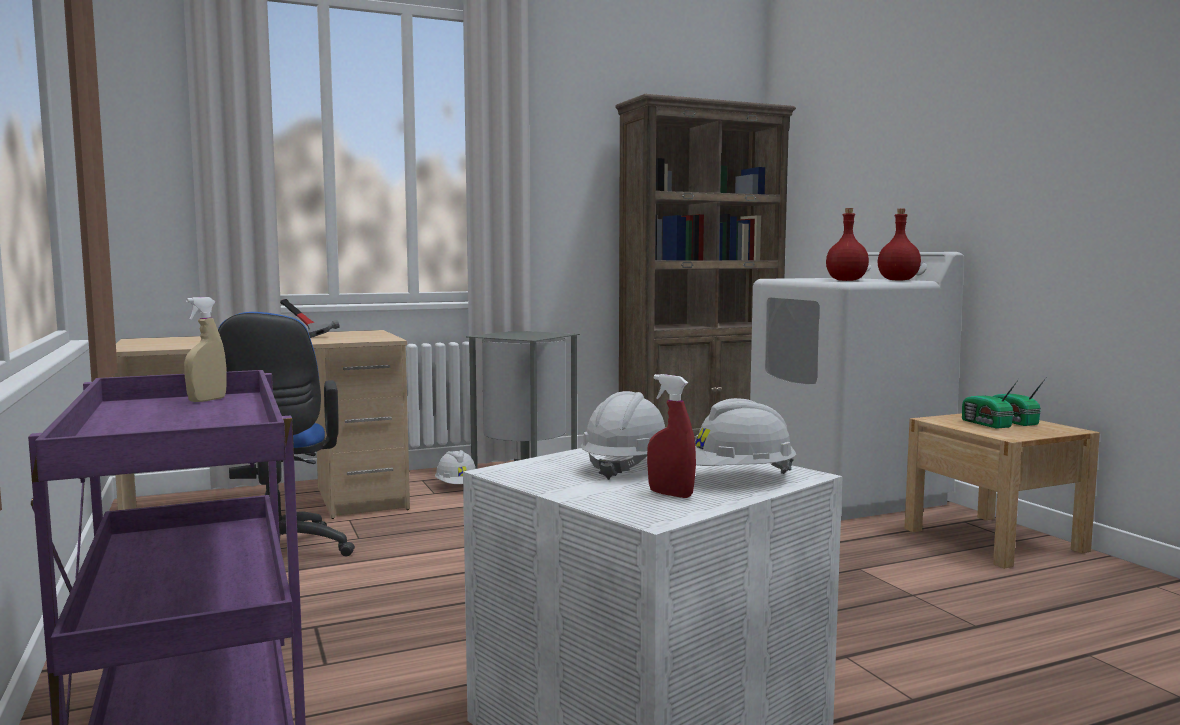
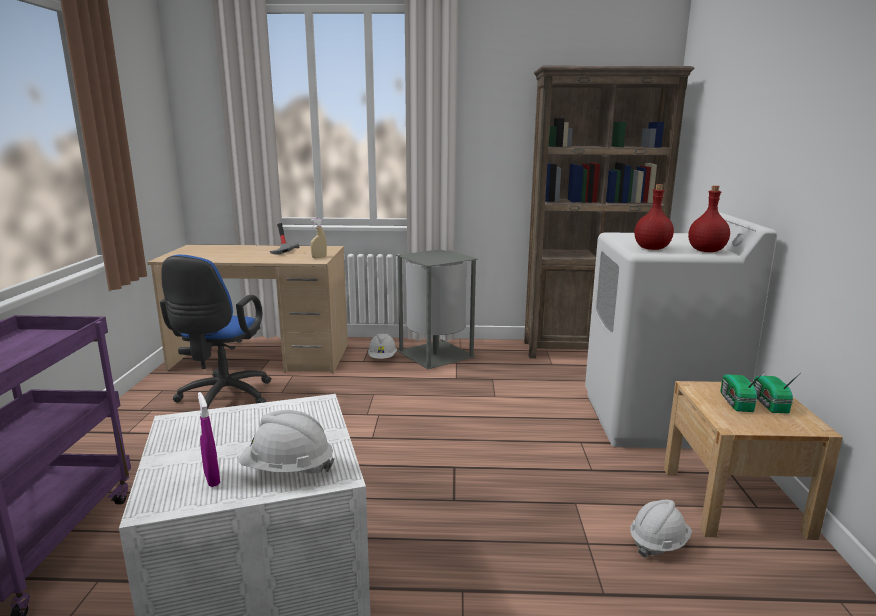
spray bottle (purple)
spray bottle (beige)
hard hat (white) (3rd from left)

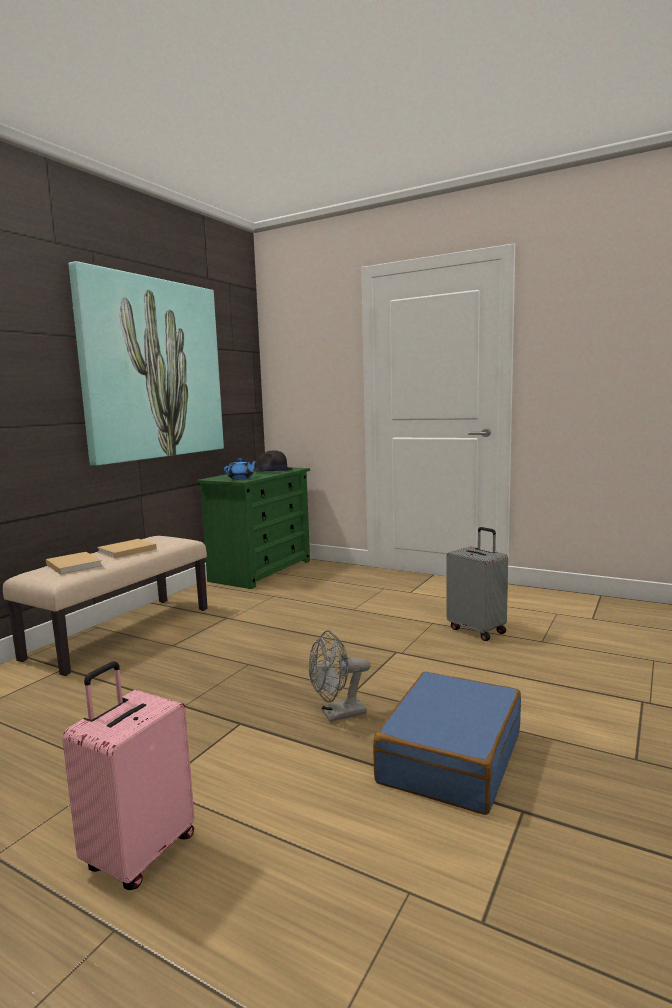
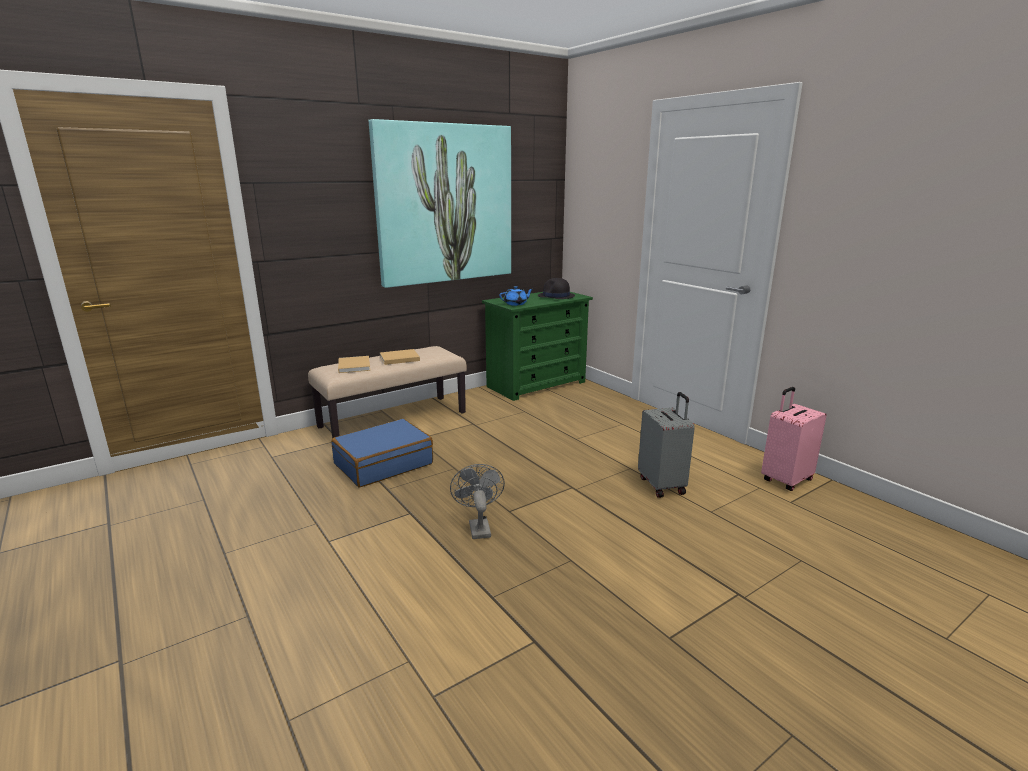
suitcase (blue)
fan (grey)
suitcase (pink)

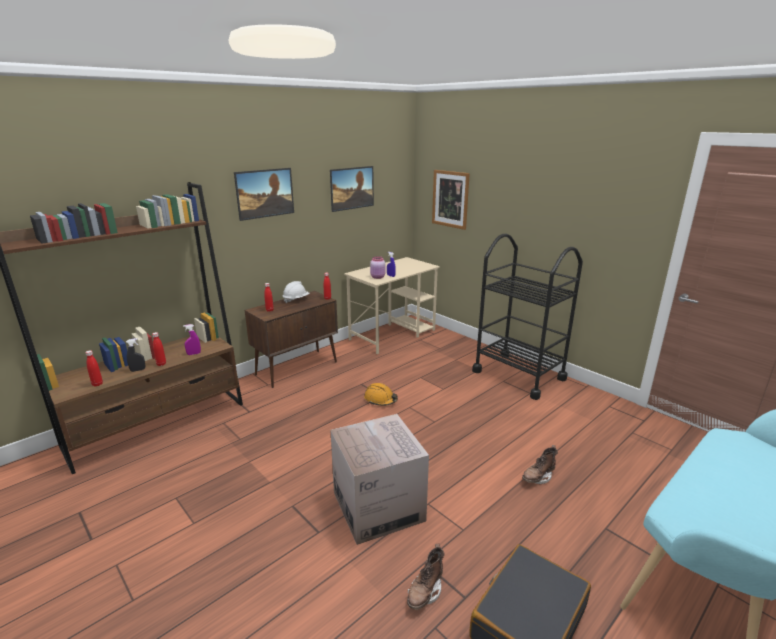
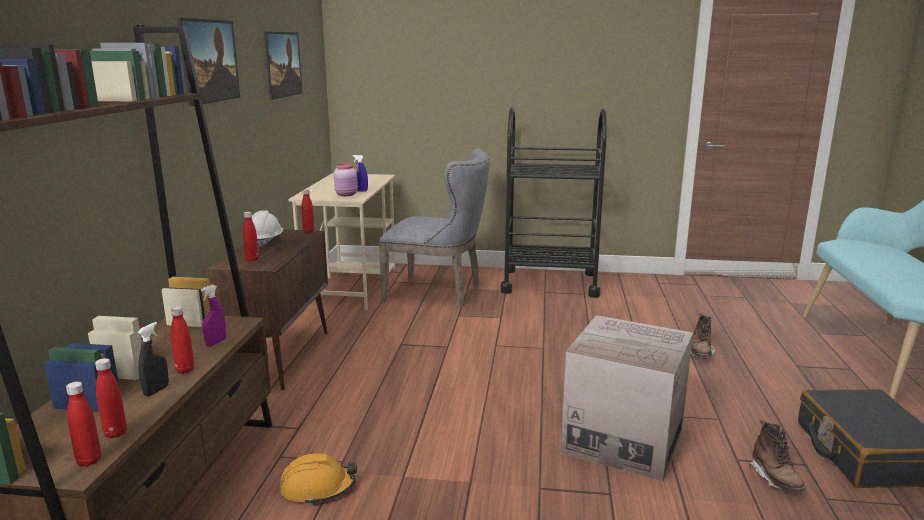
bottle (red) (1st from left)
hard hat (orange)
chair (grey)
picture (3rd from left in the first image)

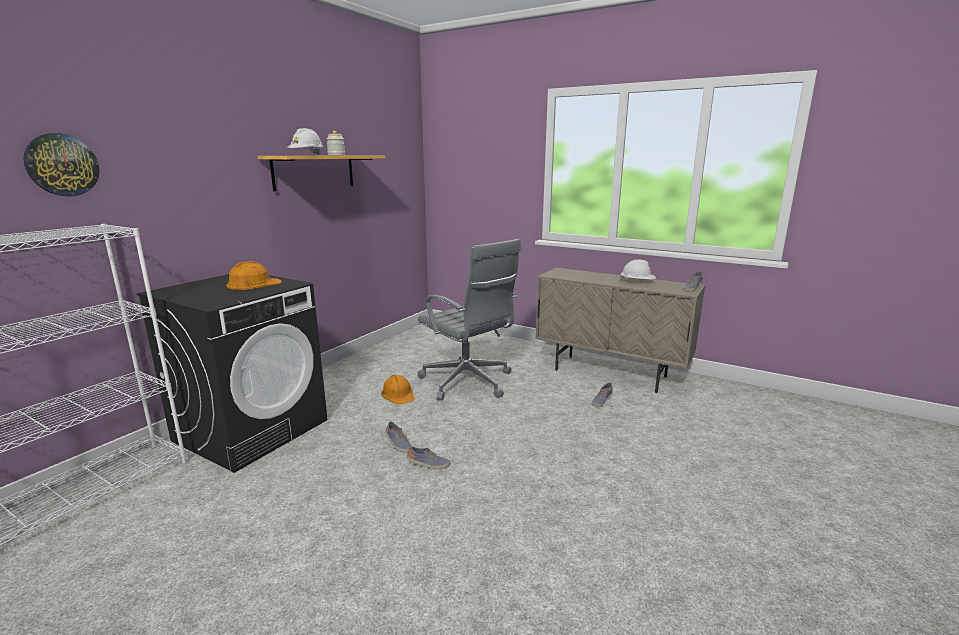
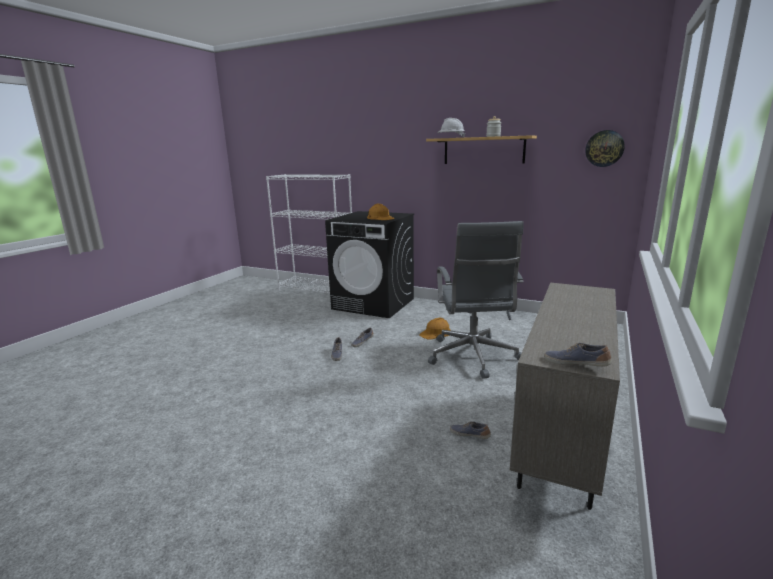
office chair (grey)
wall clock
hard hat (white) (2nd from left in the first image)

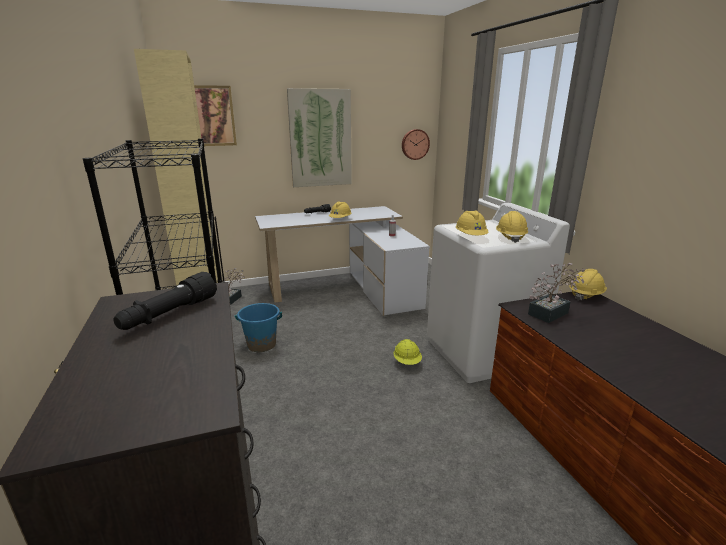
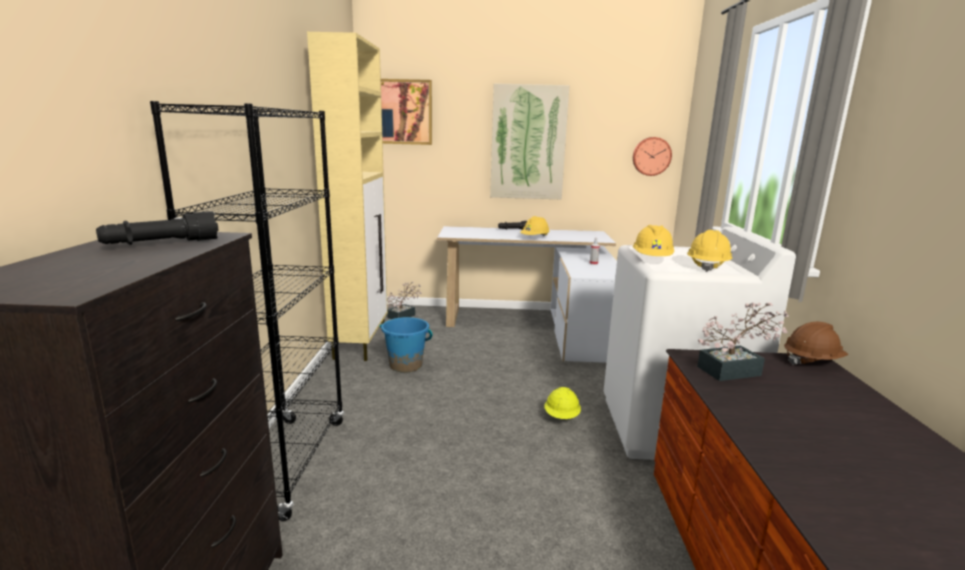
hard hat (brown)

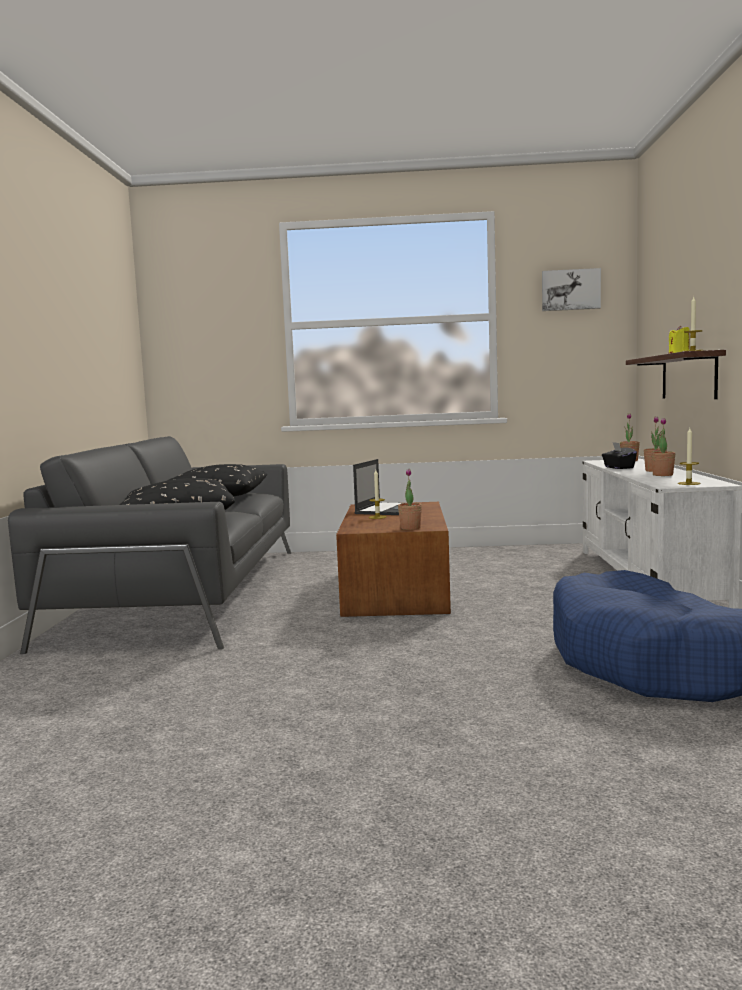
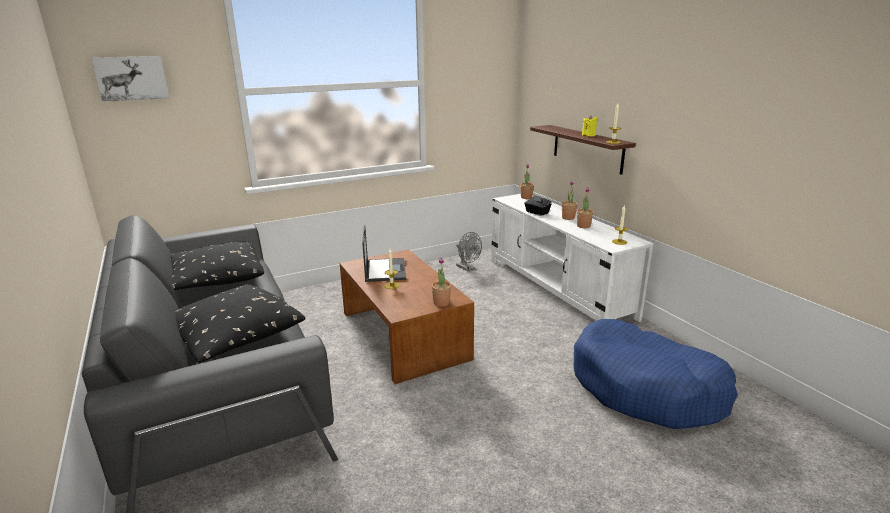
picture
fan (grey)

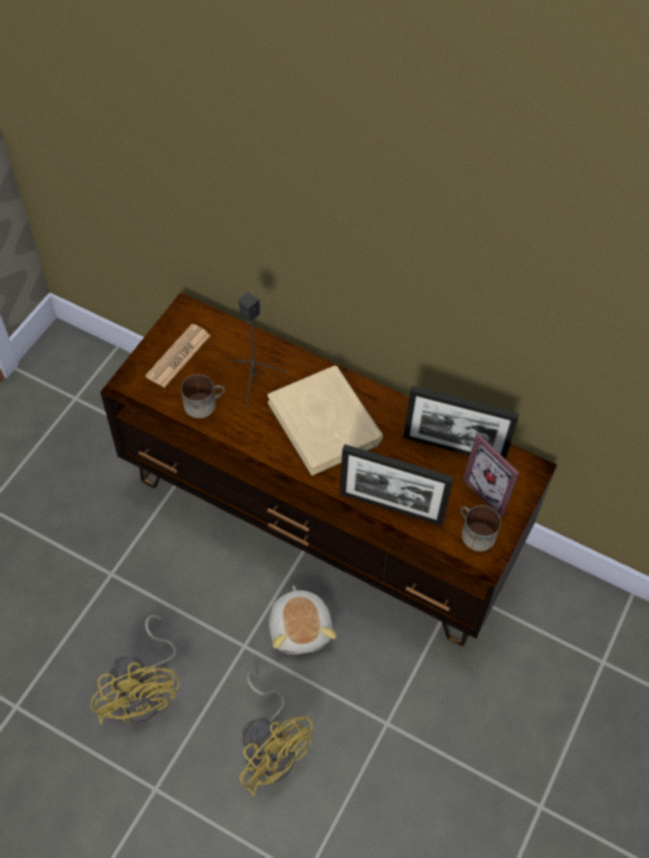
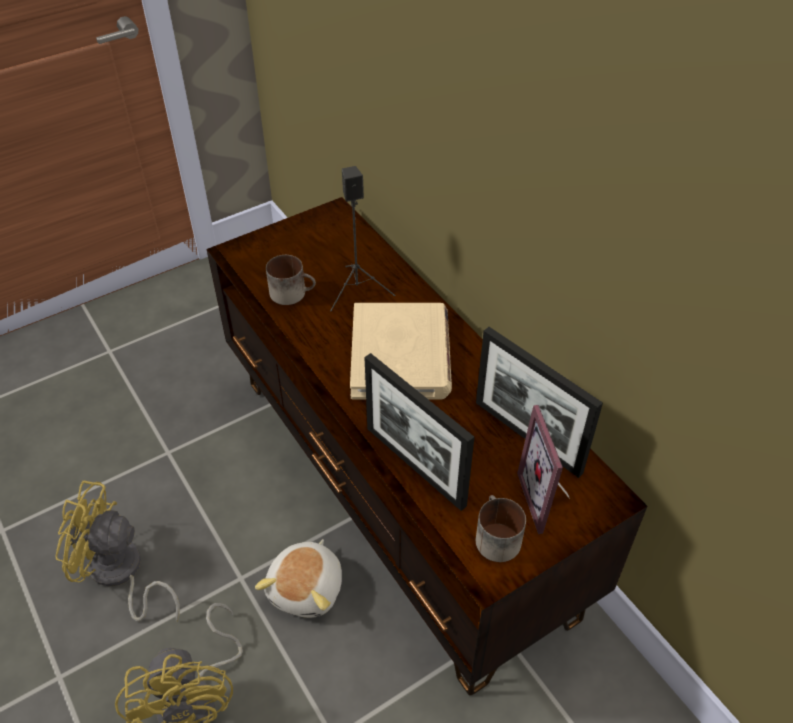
fan (yellow) (1st from left)
newspaper

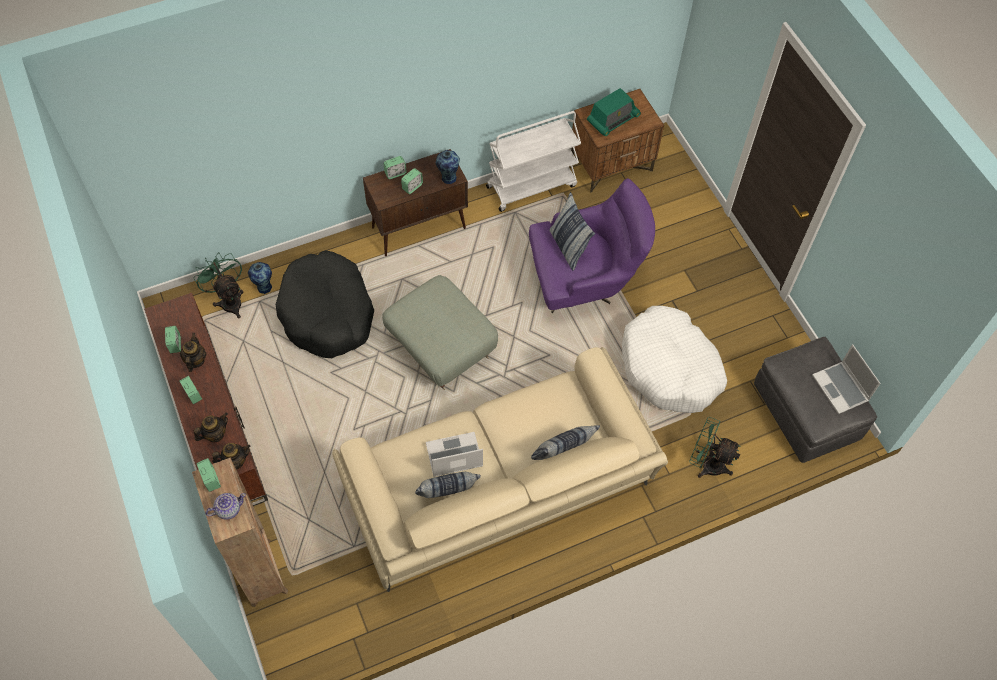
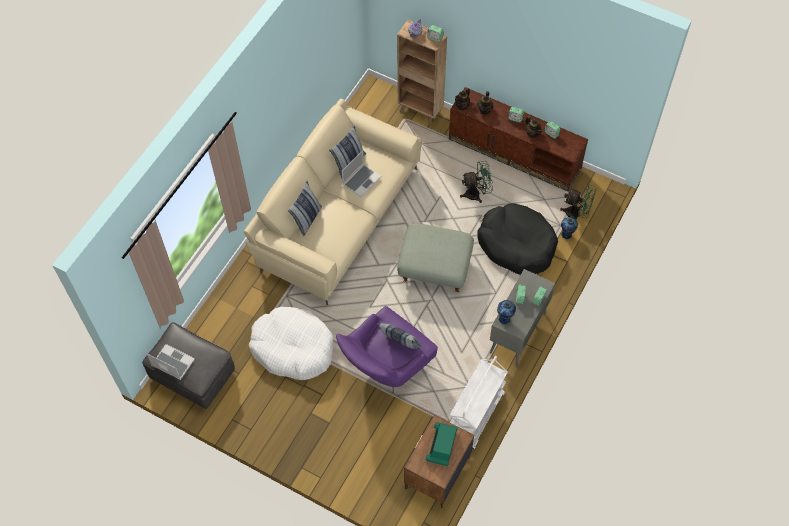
fan (green) (1st from left)
cabinet (grey)

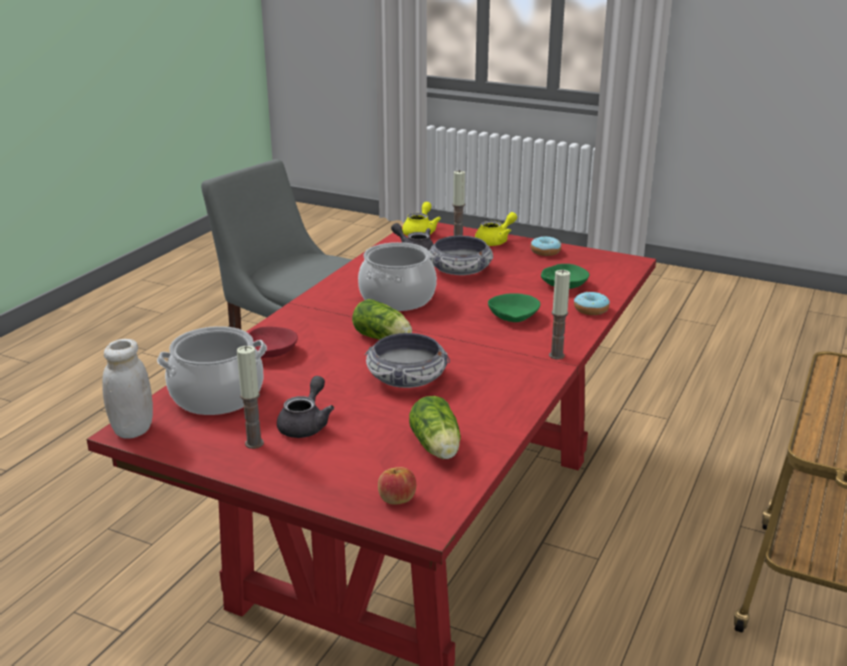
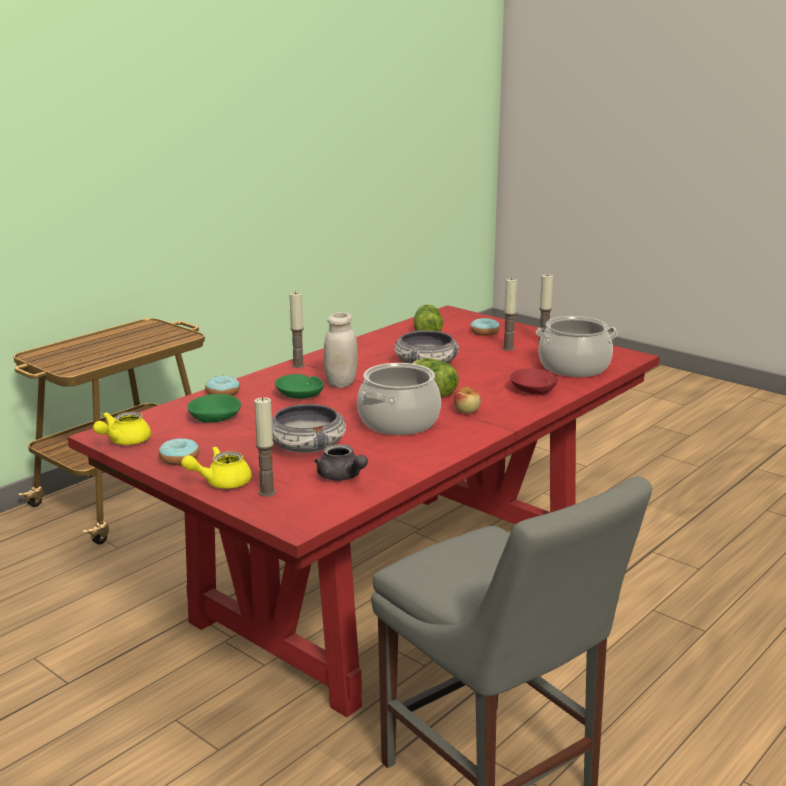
teapot (yellow) (1st from left)
jar (white)
apple
donut (3rd from left)
candle (3rd from left)

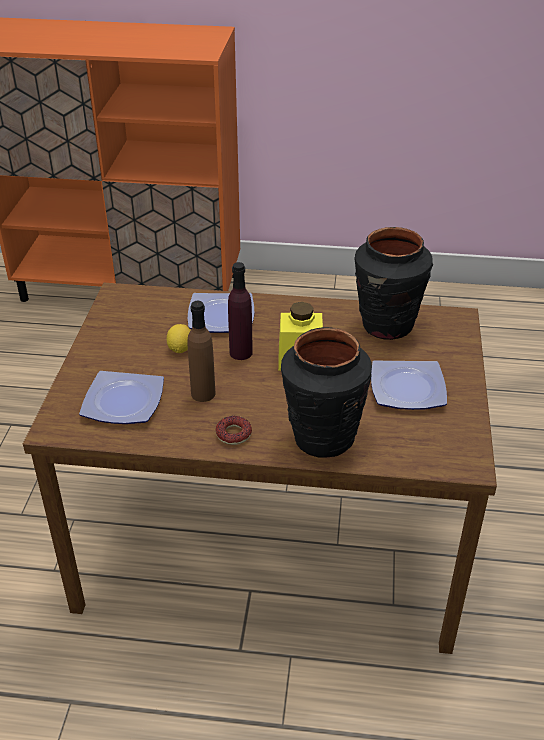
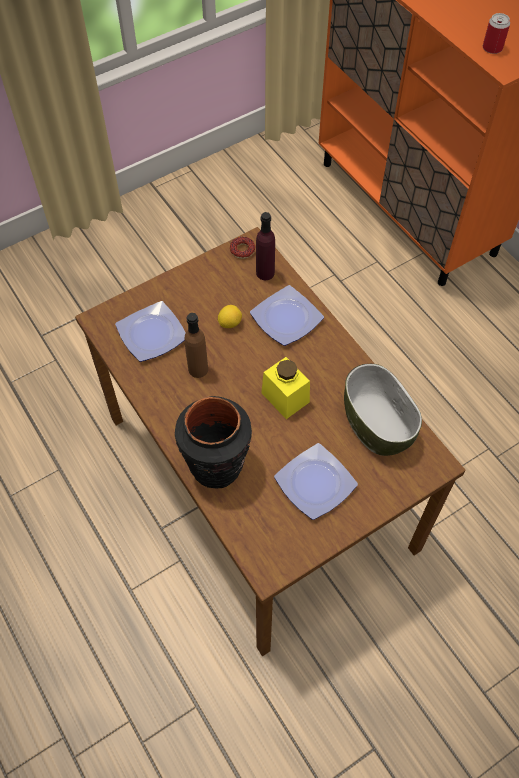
donut
bottle (purple)
bowl
can

